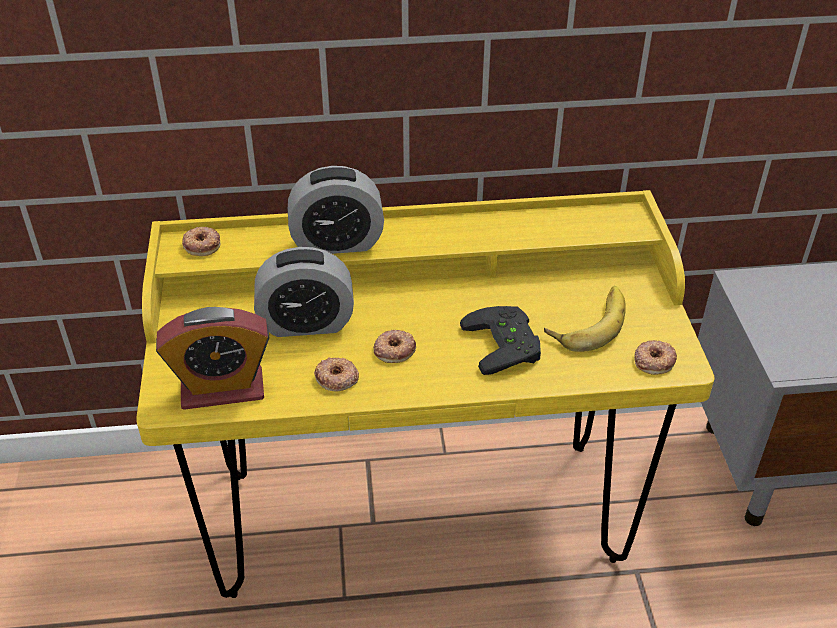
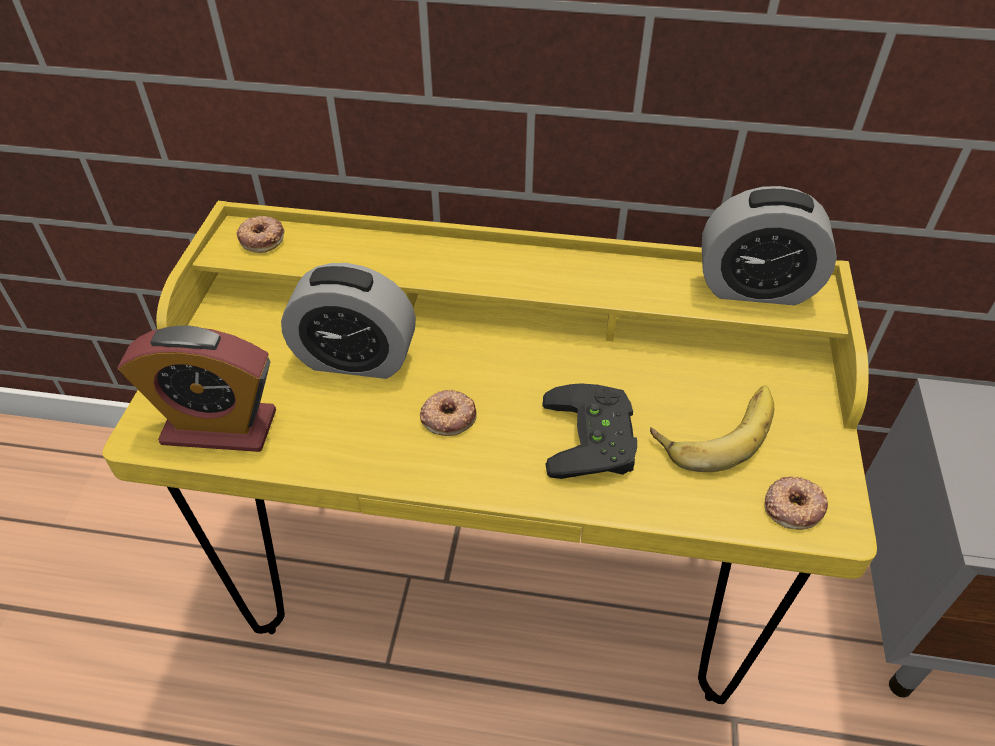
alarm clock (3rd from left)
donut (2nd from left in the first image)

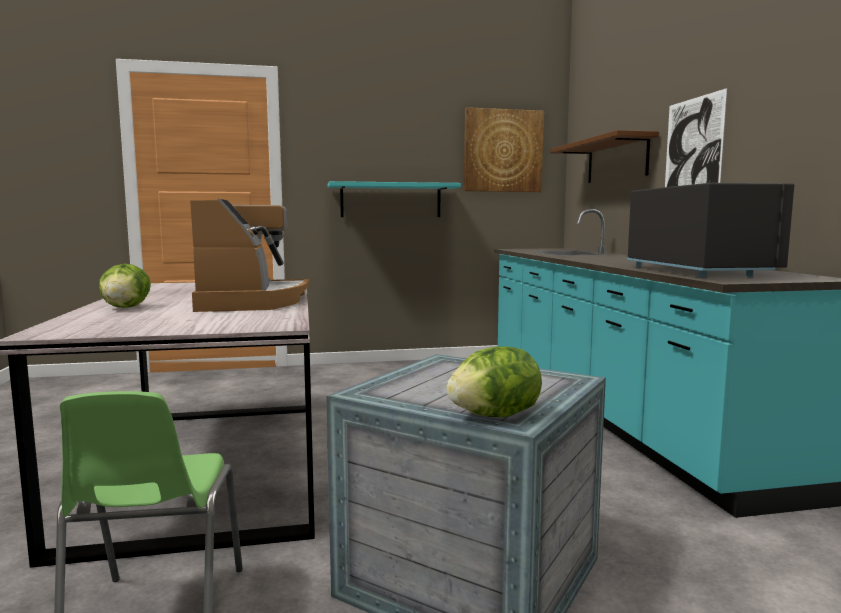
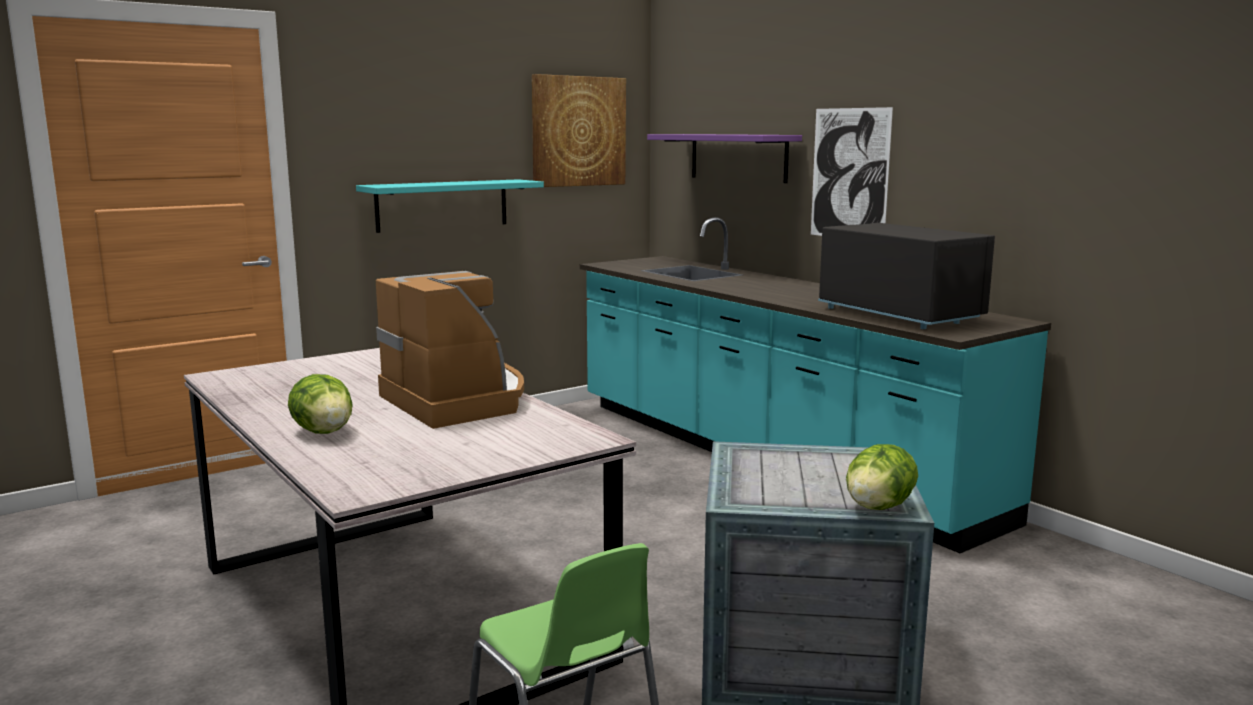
shelf (purple)

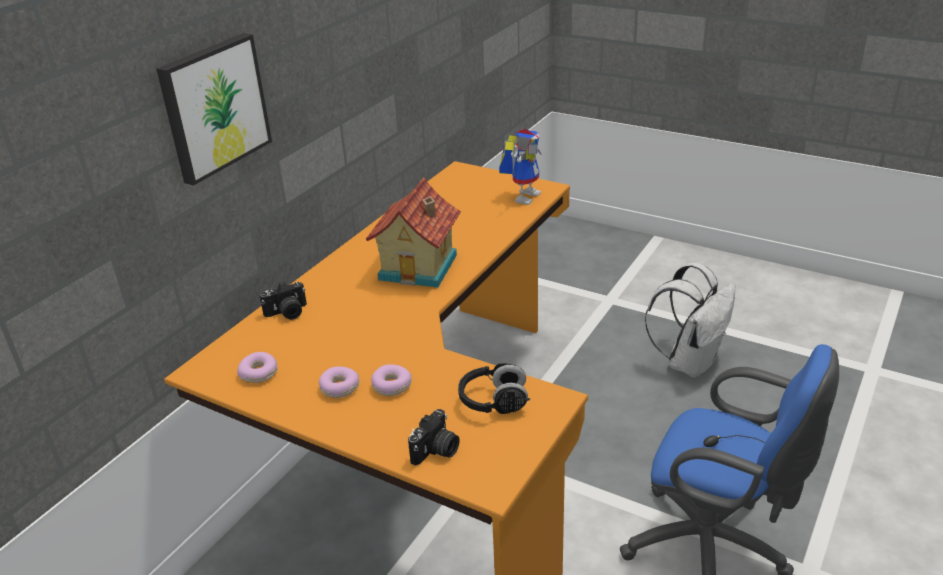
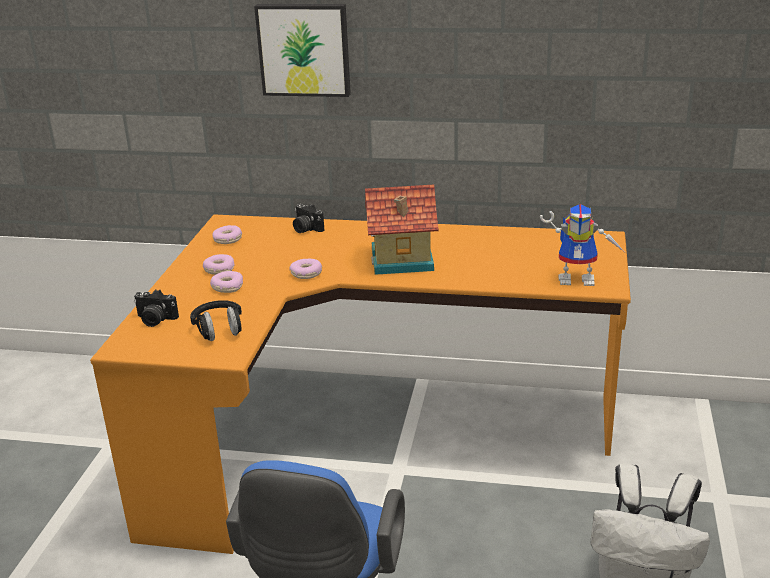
donut (4th from left)

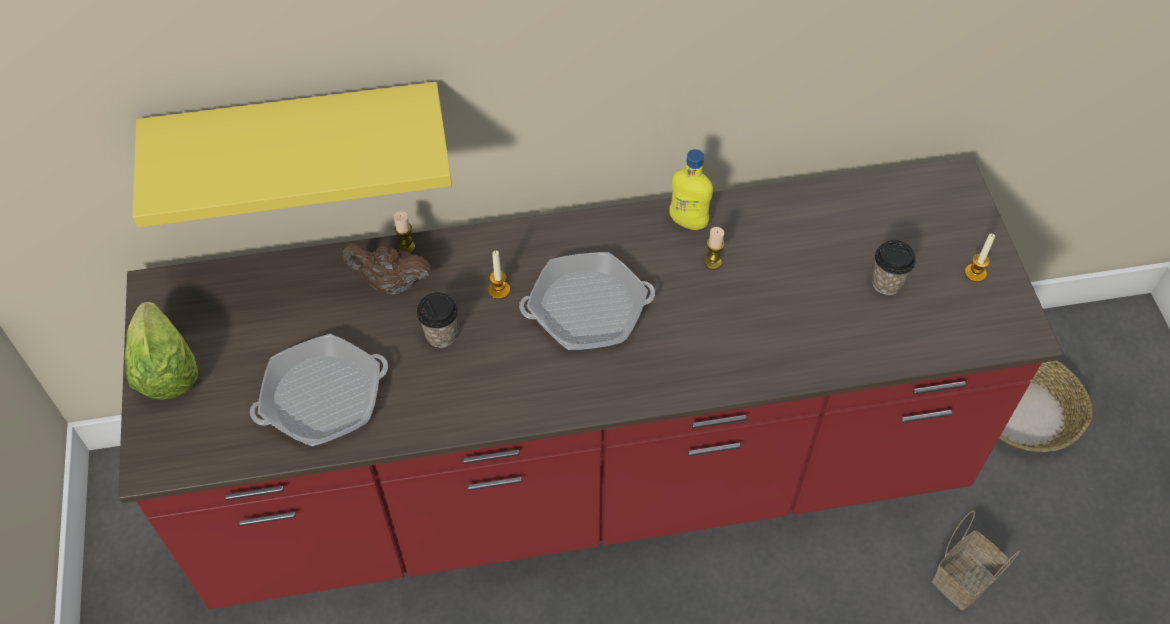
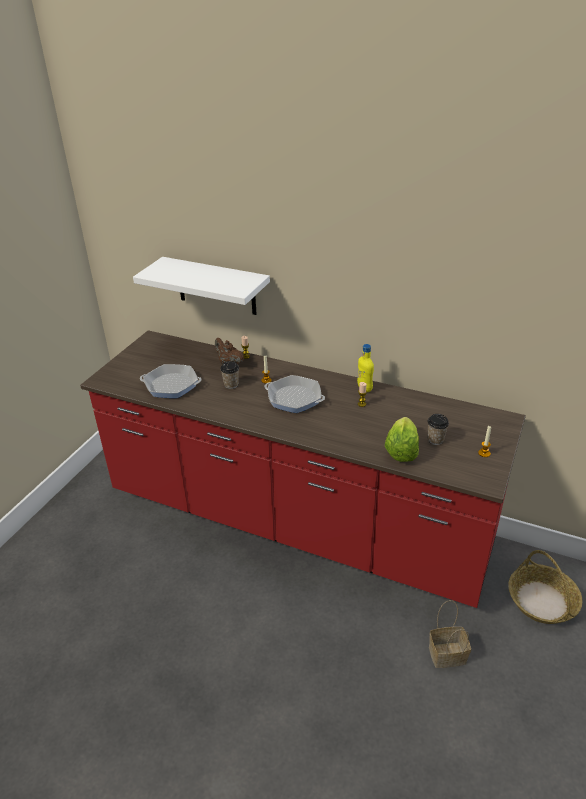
shelf (white)
lettuce

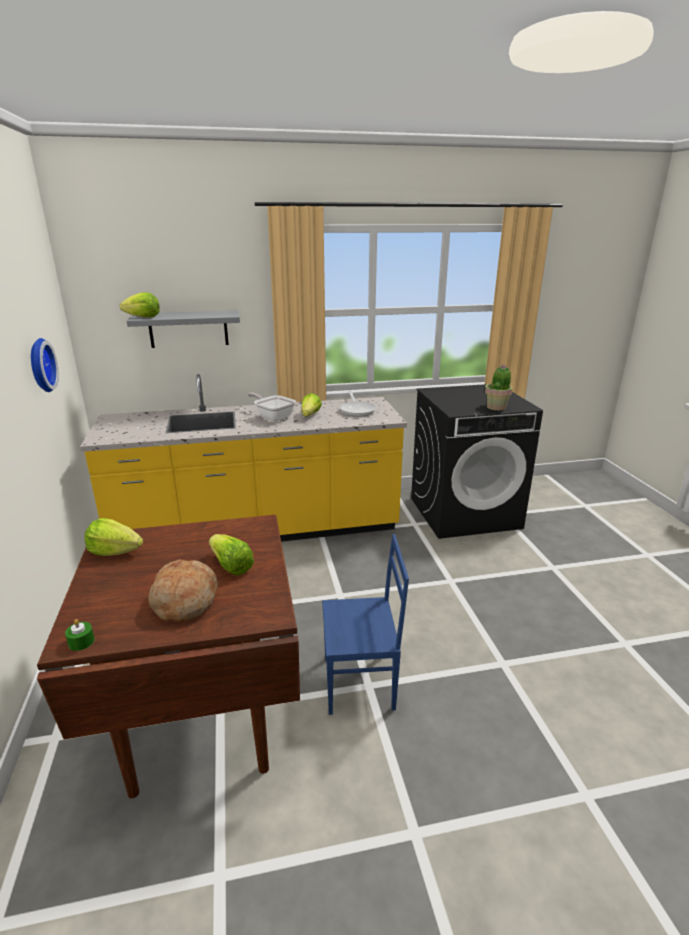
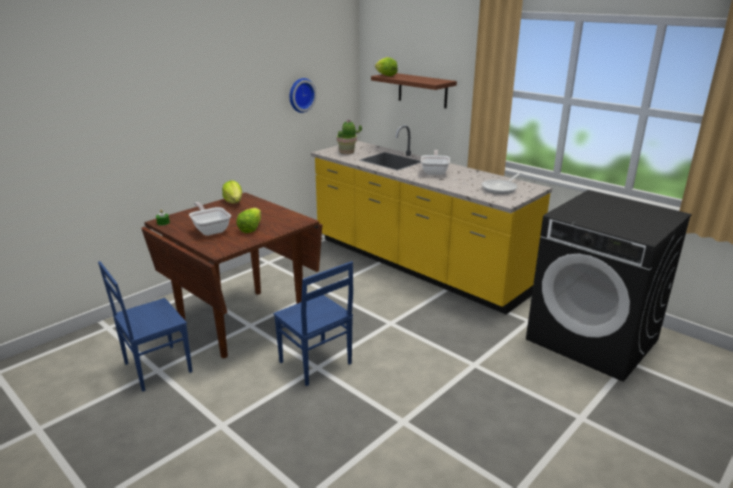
chair (blue) (1st from left)
frying pan (1st from left)
potted plant
shelf (brown)
lettuce (4th from left in the first image)

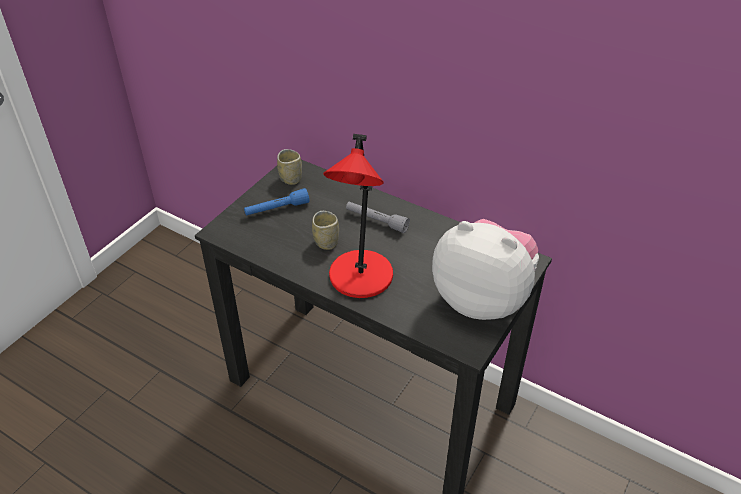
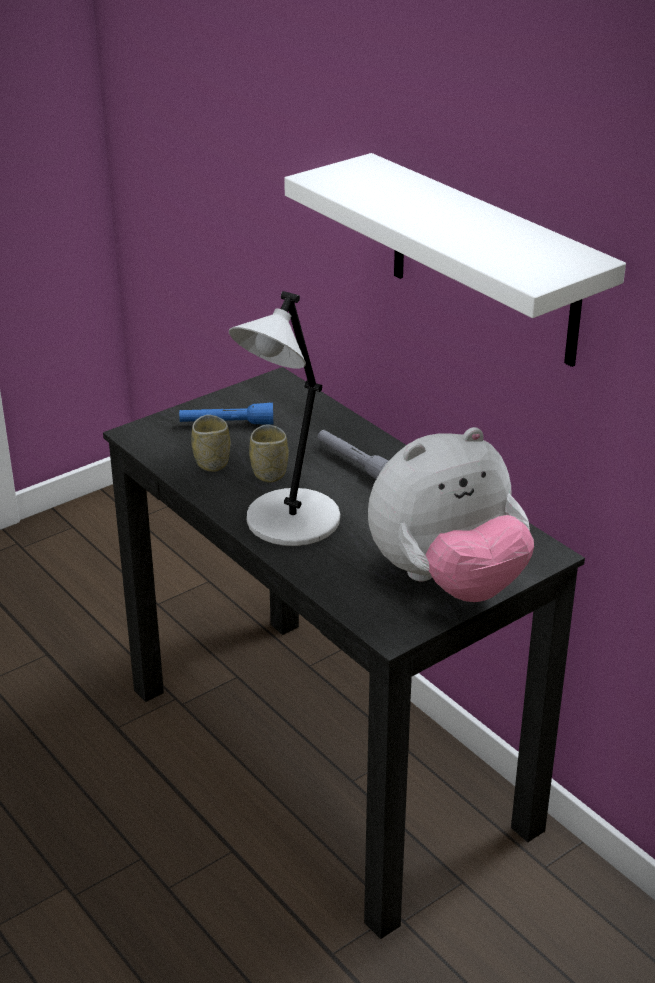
cup (1st from left)
table lamp (grey)
shelf (white)
plush toy

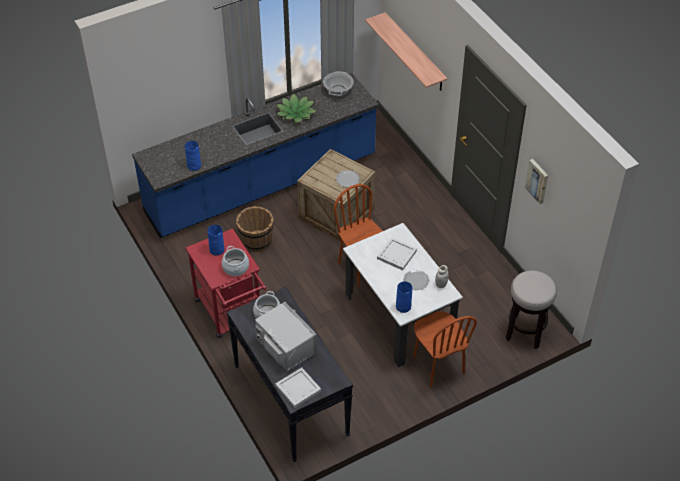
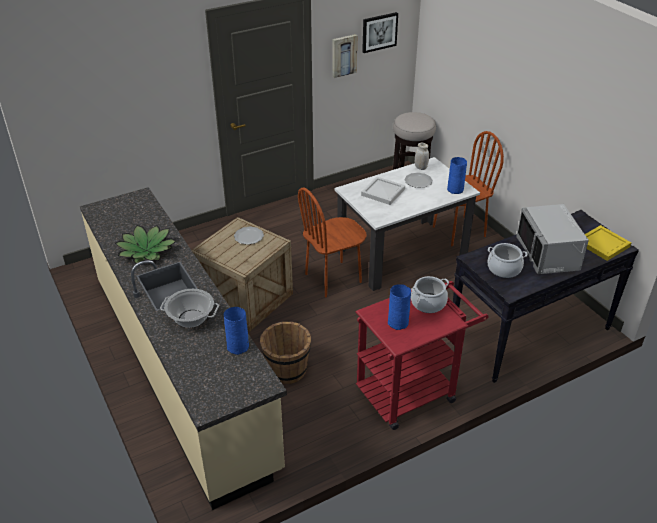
counter (beige)
cooking pot (1st from left)
picture (2nd from left)
microwave (grey)
tray (yellow)
shelf

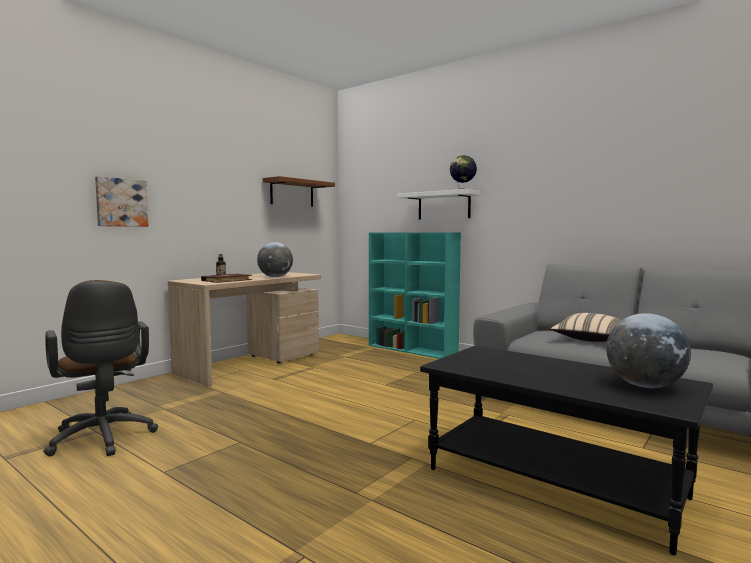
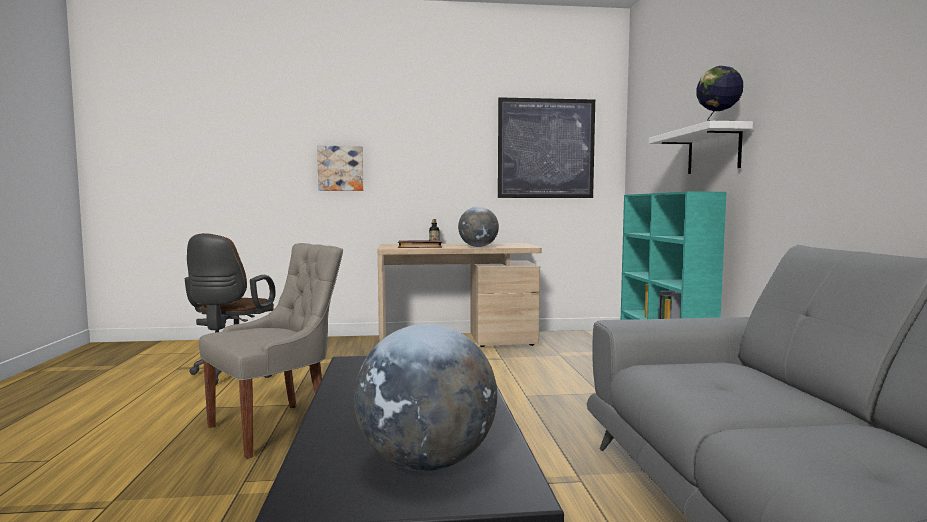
chair (grey)
picture (2nd from left)
pillow (beige)

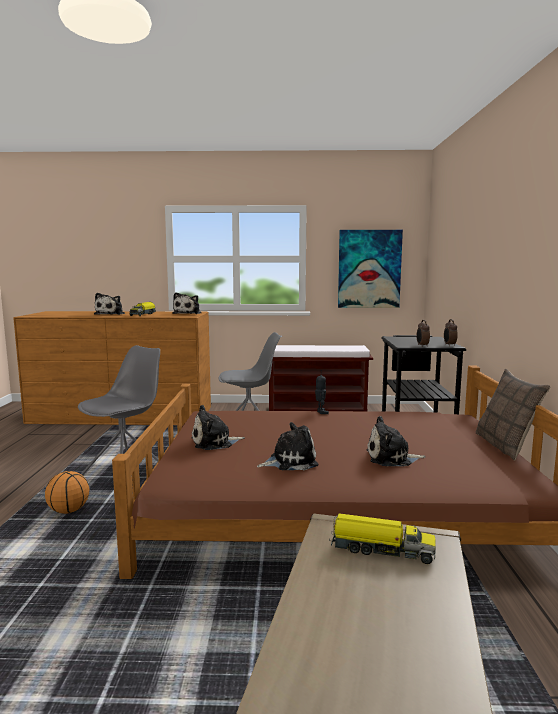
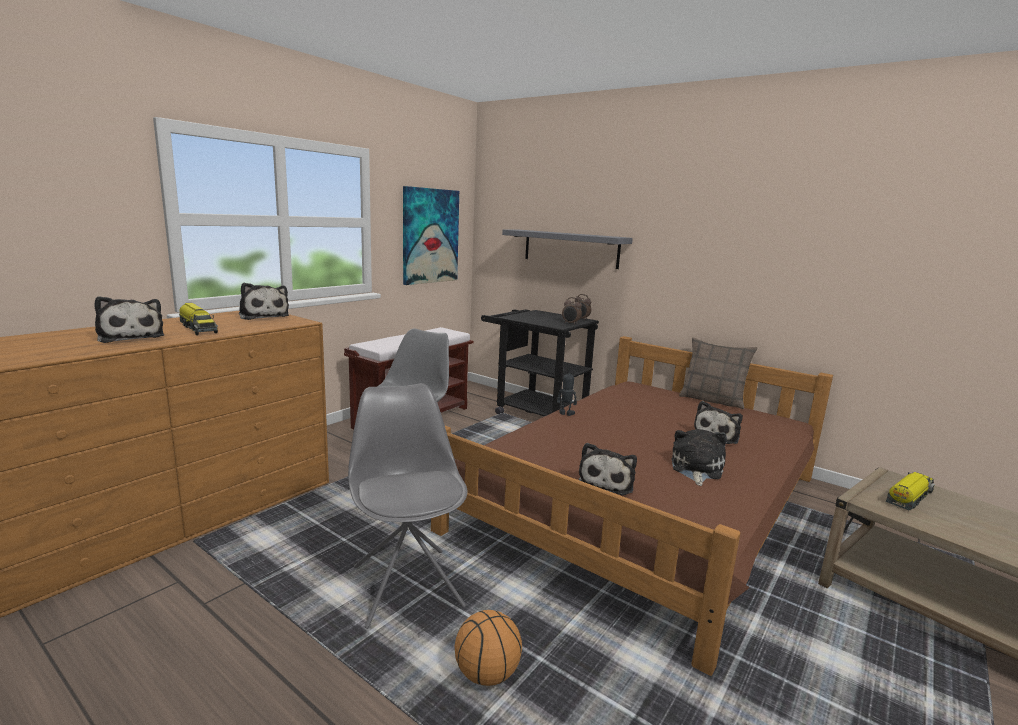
shelf (grey)

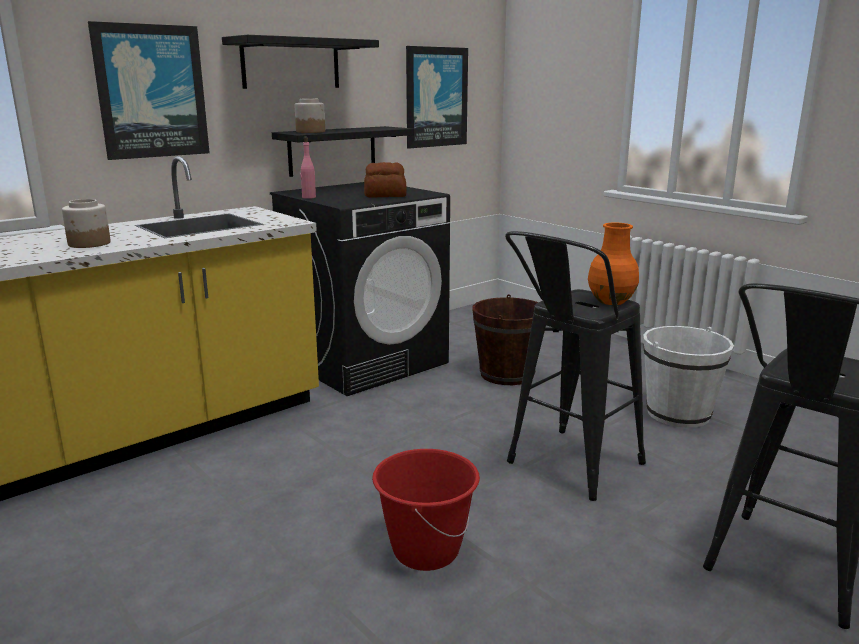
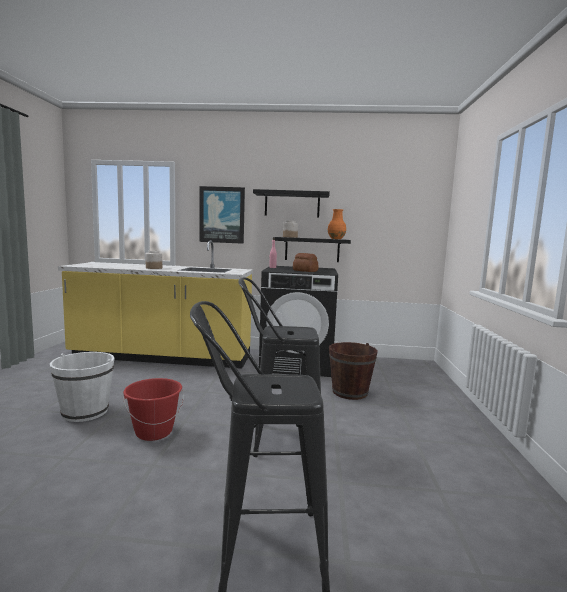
bucket (white)
vase (orange)
picture (2nd from left in the first image)

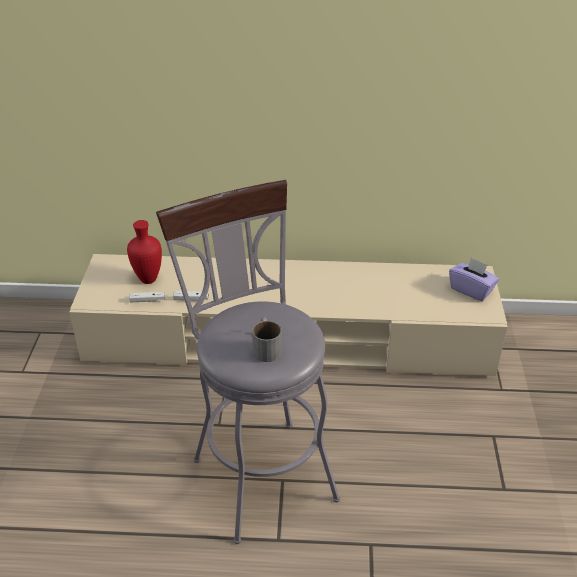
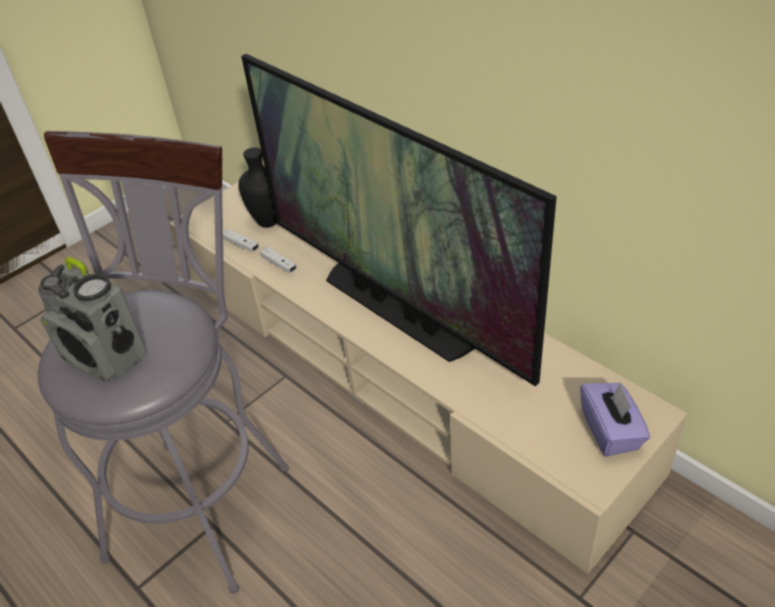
radio
vase (black)
television

